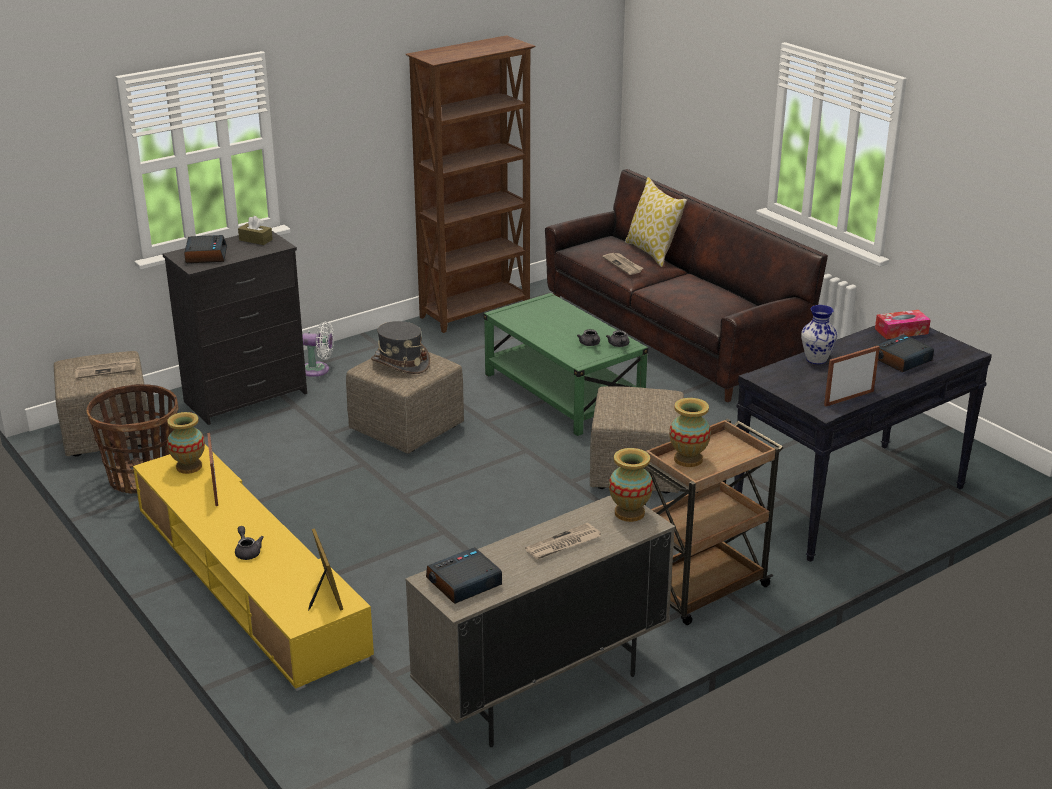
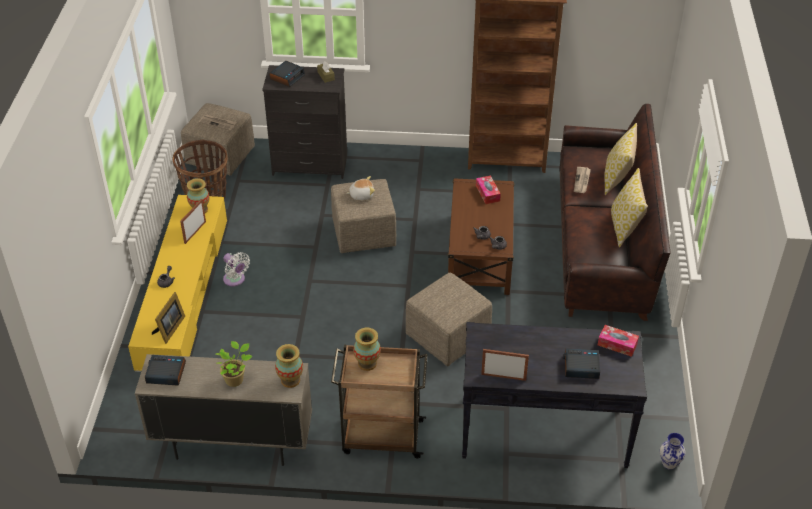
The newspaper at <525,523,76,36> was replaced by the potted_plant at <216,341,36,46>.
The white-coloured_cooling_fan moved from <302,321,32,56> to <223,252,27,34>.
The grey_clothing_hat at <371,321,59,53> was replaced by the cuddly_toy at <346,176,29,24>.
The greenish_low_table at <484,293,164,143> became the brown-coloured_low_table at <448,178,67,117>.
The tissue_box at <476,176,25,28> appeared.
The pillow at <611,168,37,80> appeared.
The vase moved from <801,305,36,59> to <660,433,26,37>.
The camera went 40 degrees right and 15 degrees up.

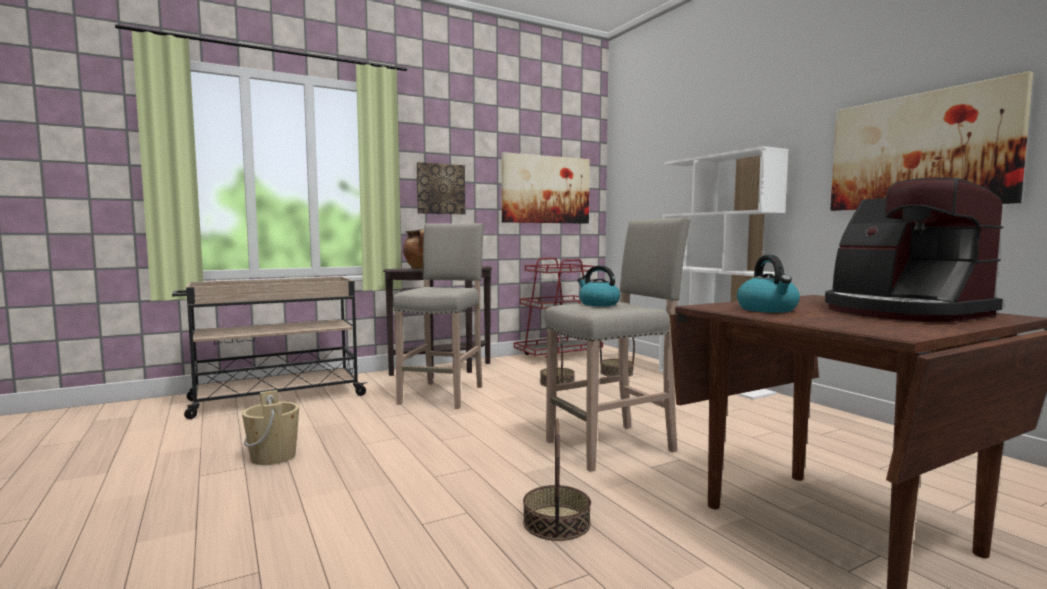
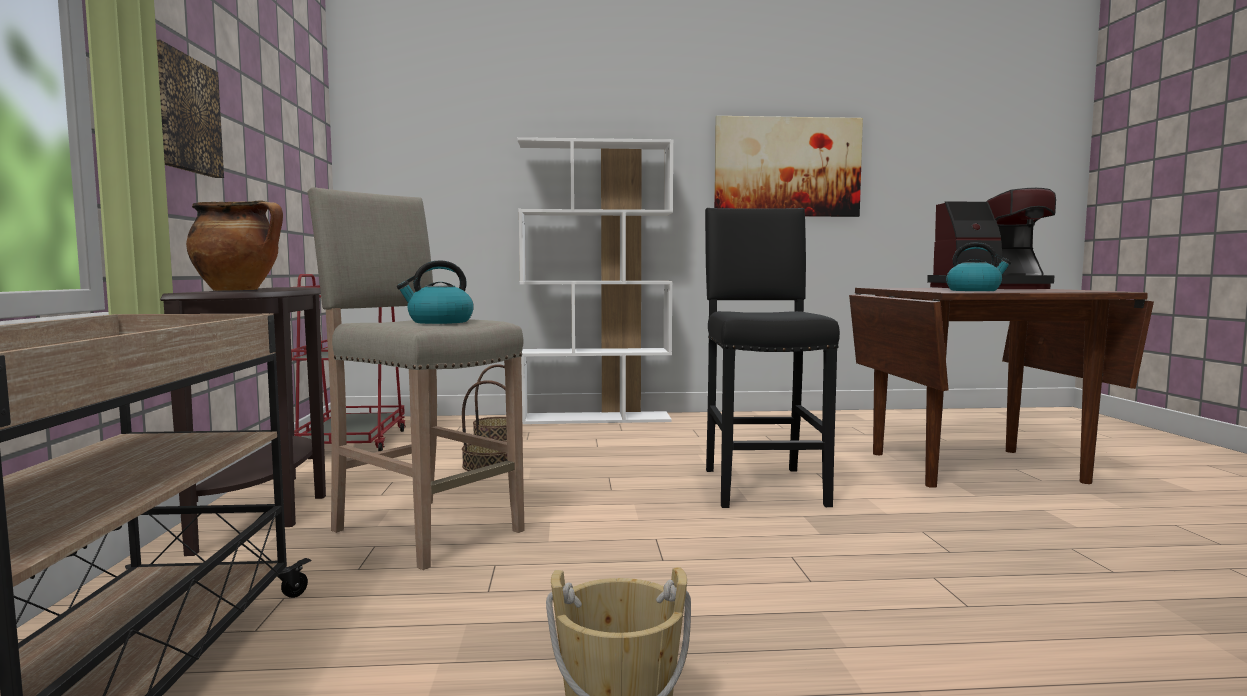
The tea_kettle moved from <577,265,43,41> to <397,260,77,64>.
The beige-coloured_stool_seat at <545,217,146,255> became the black_stool_seat at <705,208,135,300>.
The wall_art at <501,152,89,72> disappeared.
The storage_basket at <523,419,68,122> disappeared.
The camera went 65 degrees left and 0 degrees up.

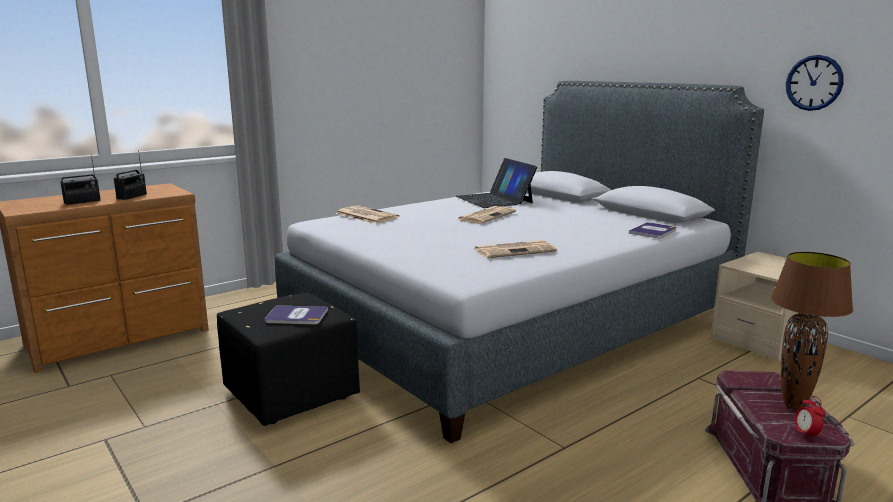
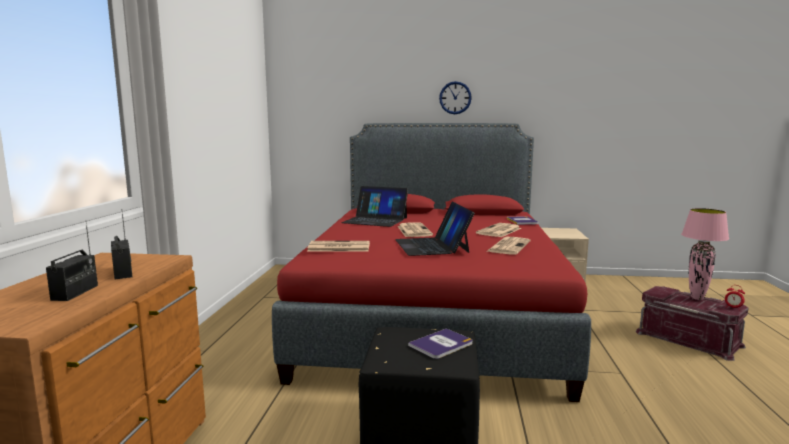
The grey_bed at <275,81,489,362> became the reddish_bed at <272,123,319,279>.
The laptop at <395,201,80,55> appeared.
The hanging_clock moved from <786,55,58,56> to <439,81,33,33>.
The newspaper at <476,223,45,14> appeared.
The brown-coloured_lamp_for_a_table at <771,252,82,158> became the pink-coloured_lamp_for_a_table at <681,208,48,92>.
The camera went 45 degrees left and 5 degrees down.

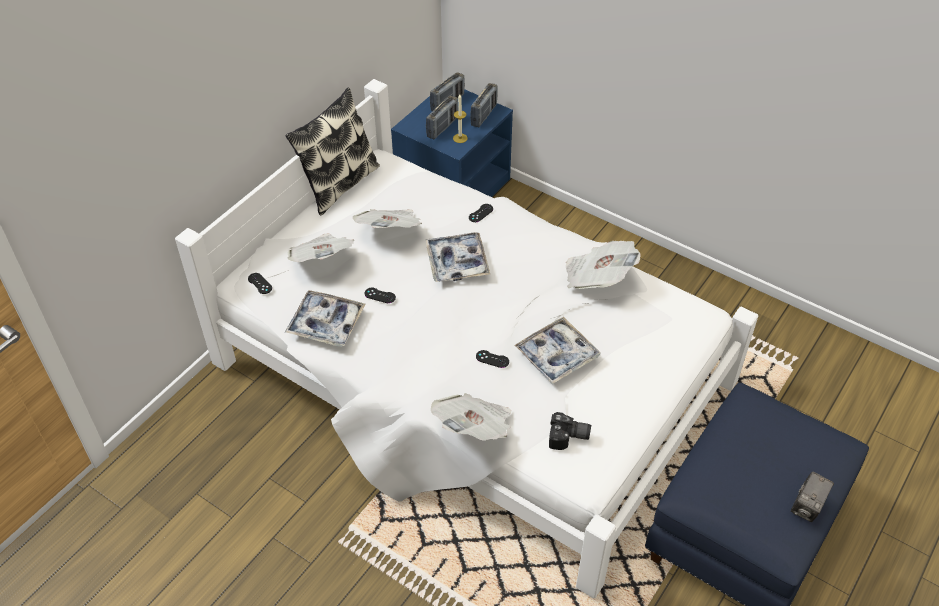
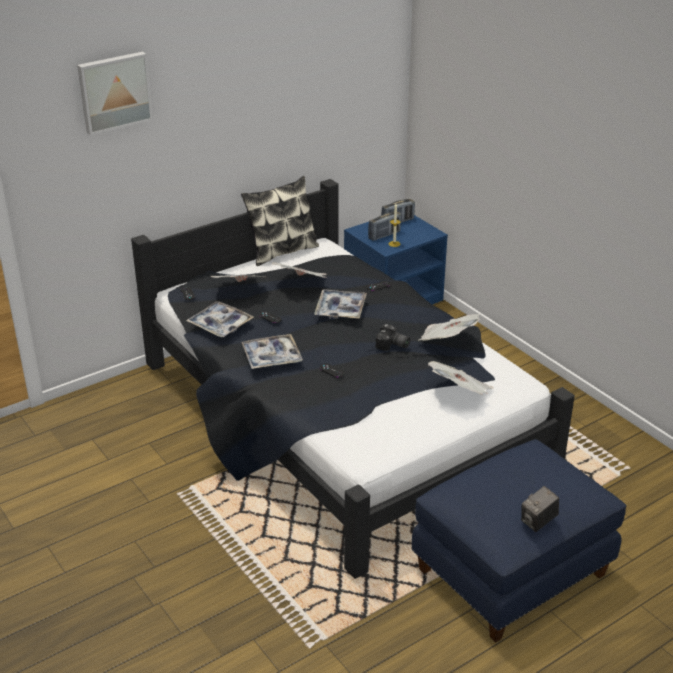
The wall_art at <77,52,76,83> appeared.
The white-coloured_bed at <175,79,584,520> became the black_bed at <131,179,444,400>.
The tray moved from <514,317,87,67> to <241,334,62,35>.
The photo_camera moved from <549,412,42,38> to <376,324,35,27>.
The newspaper moved from <431,393,80,48> to <428,361,65,34>.
The radio_receiver at <470,83,28,44> disappeared.
The camera went 20 degrees right and 15 degrees down.

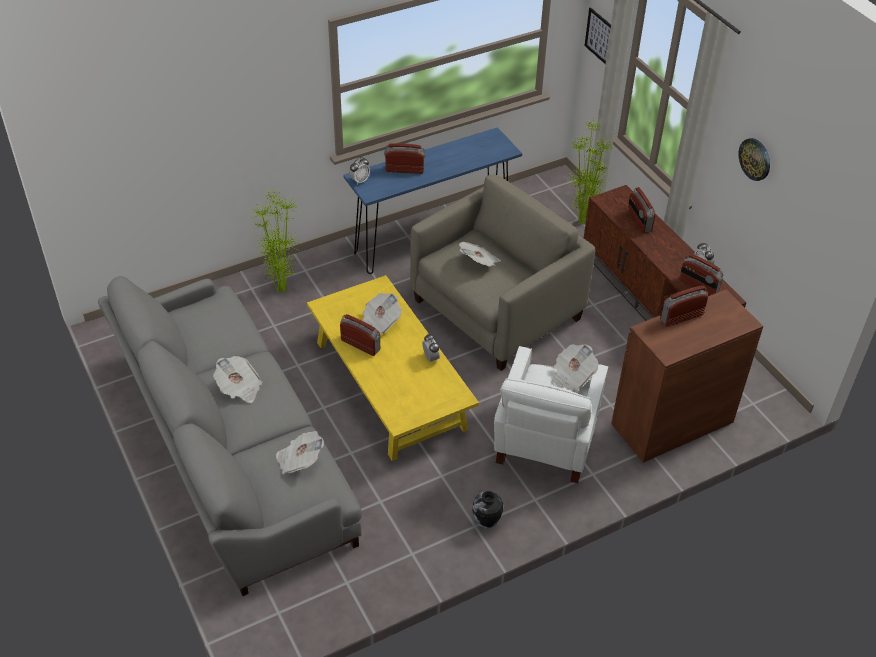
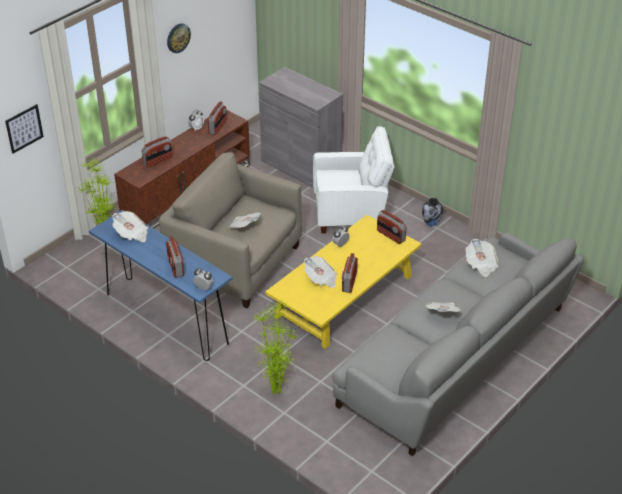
The newspaper moved from <552,344,46,47> to <113,211,35,31>.
The brown-coloured_storage_cabinet at <611,289,152,174> became the grey_storage_cabinet at <259,67,84,121>.
The radio_receiver moved from <660,285,48,42> to <377,210,29,34>.
The camera went 110 degrees left and 5 degrees down.

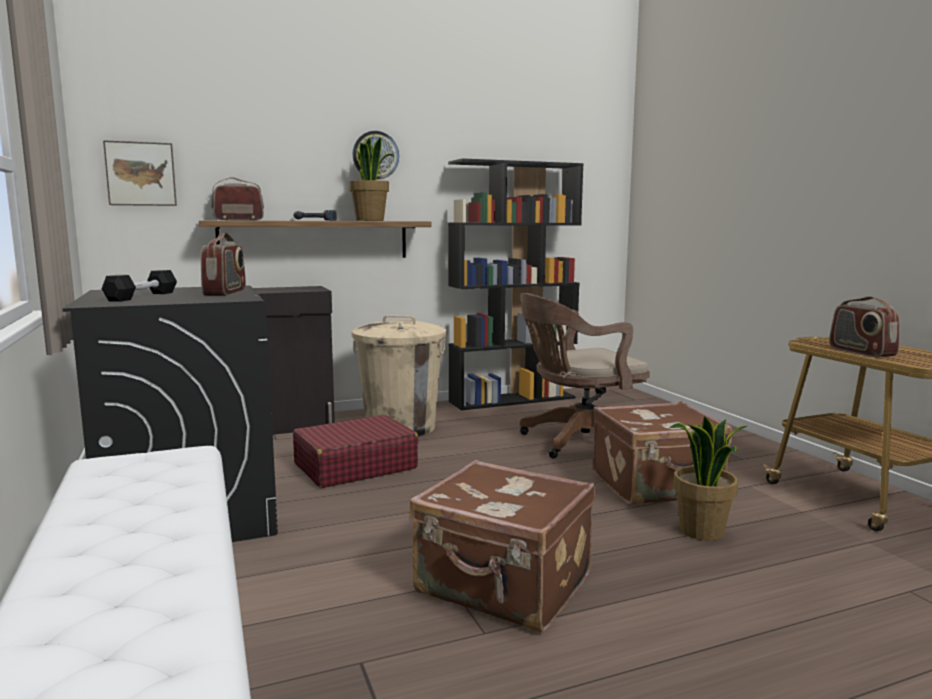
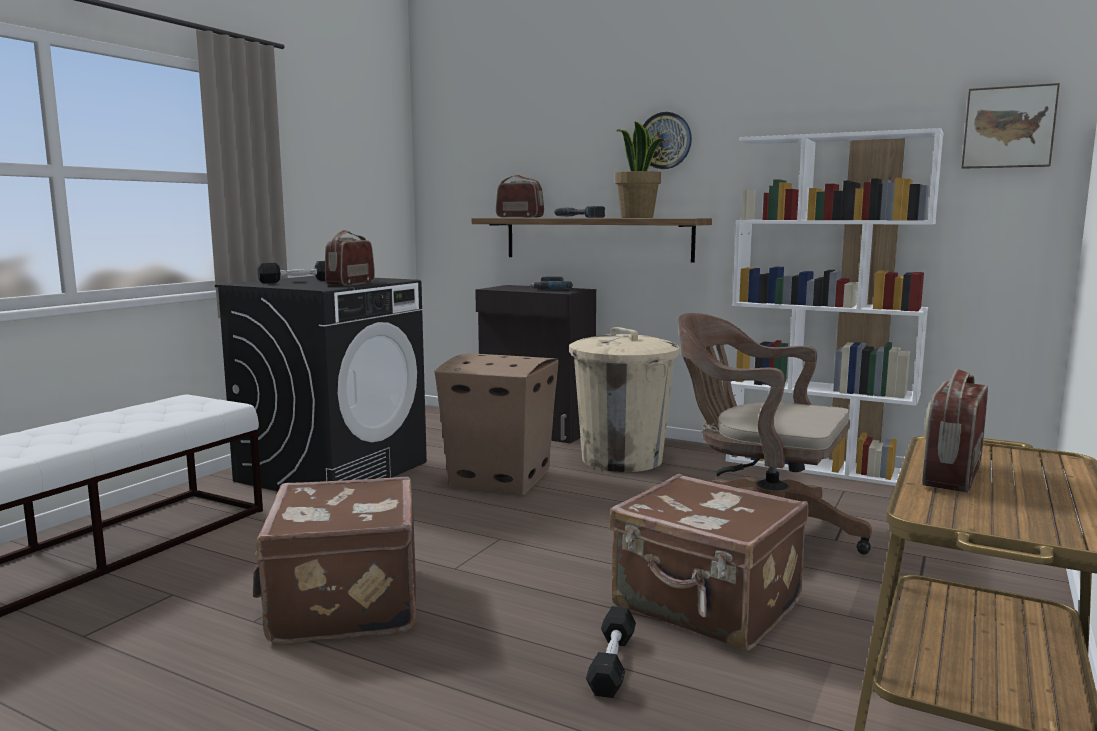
The radio_receiver at <201,233,45,63> turned 150 degrees clockwise.
The reddish_piece_of_luggage at <293,415,125,73> was replaced by the packing_box at <435,354,124,141>.
The electric_drill at <529,277,44,13> appeared.
The potted_plant at <669,416,78,125> was replaced by the black_hand_weight at <586,606,50,92>.
The black_bookcase at <448,158,136,252> became the white-coloured_bookcase at <726,128,218,358>.
The wall_art moved from <103,140,74,66> to <962,83,98,86>.
The camera went 50 degrees right and 0 degrees up.

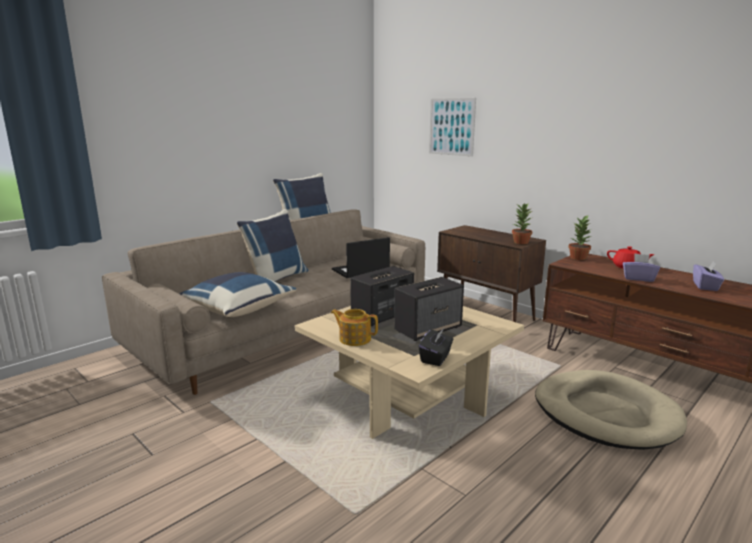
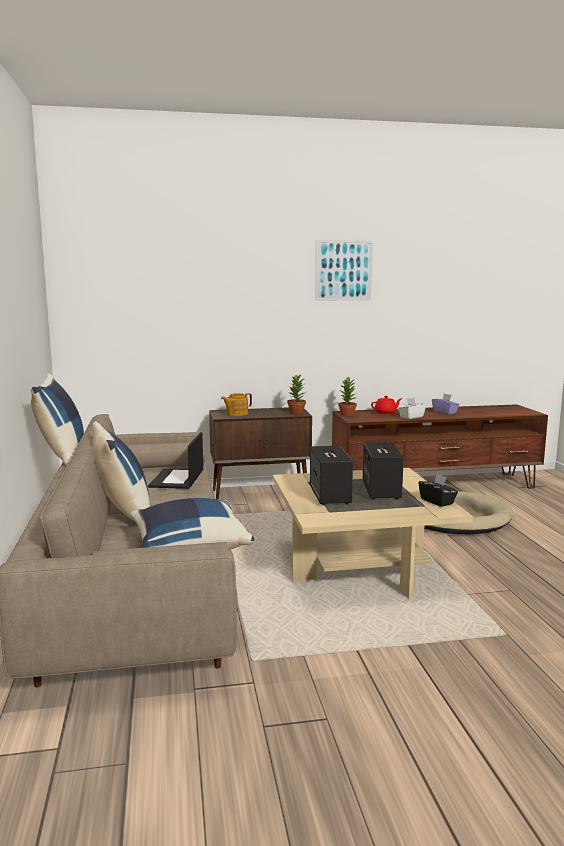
The tea_pot moved from <331,309,47,37> to <221,393,31,23>.
The wall_art moved from <429,98,47,59> to <315,240,58,61>.
The purplish_tissue_box at <623,254,37,28> became the white-coloured_tissue_box at <398,397,28,22>.
The camera went 55 degrees left and 5 degrees down.

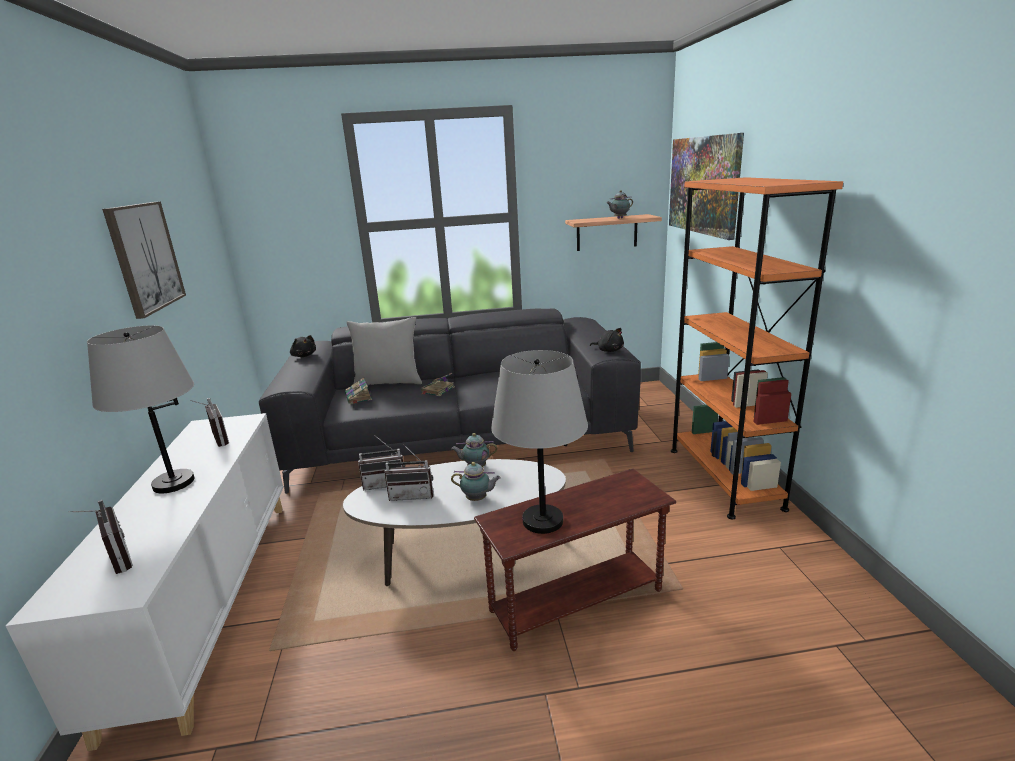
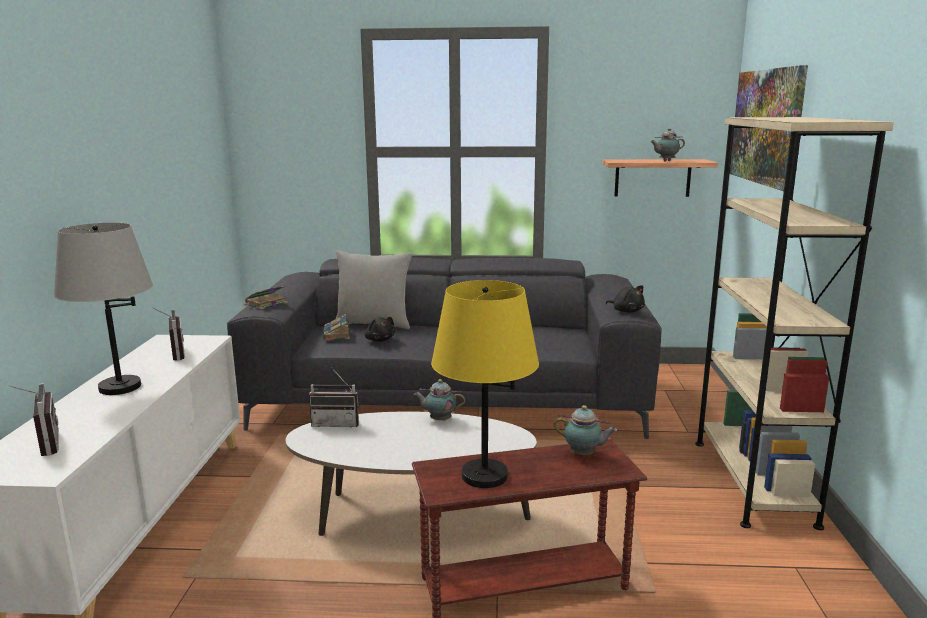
The bound_book moved from <421,373,34,23> to <244,285,44,24>.
The black_cuddly_toy moved from <290,335,26,22> to <365,317,30,25>.
The grey_lamp_for_a_table at <491,350,97,184> became the yellow-coloured_lamp_for_a_table at <431,280,108,208>.
The tea_pot moved from <451,462,50,39> to <553,405,64,50>.
The orange_bookcase at <671,177,172,343> became the beige-coloured_bookcase at <695,117,199,413>.
The wall_art at <102,201,84,118> disappeared.
The radio_receiver at <385,444,49,57> disappeared.
The camera went 10 degrees right and 5 degrees down.

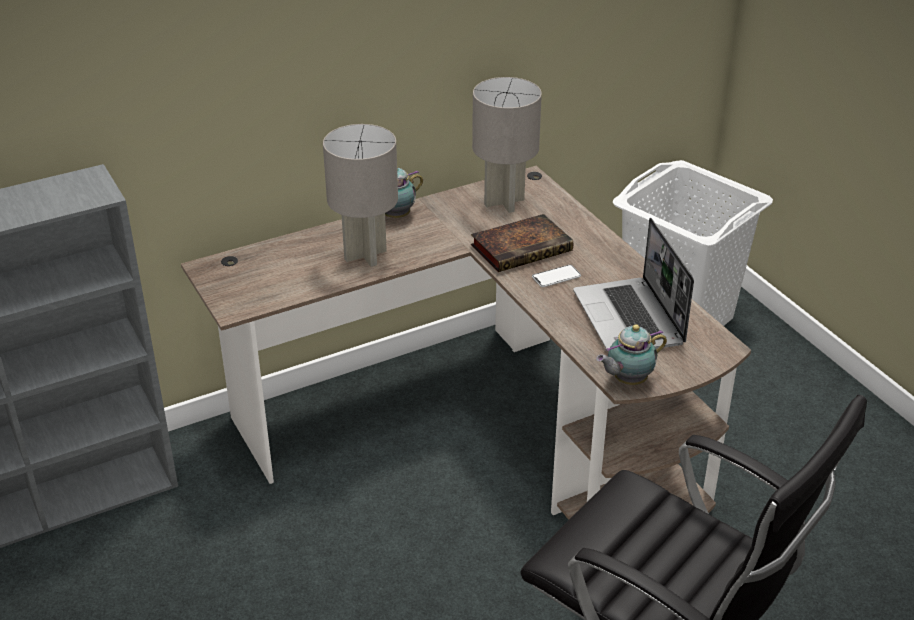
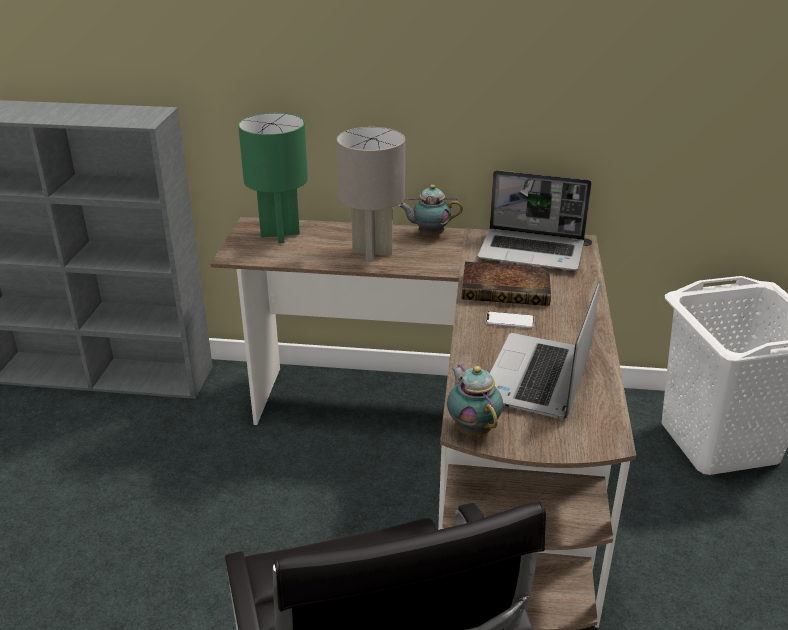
The greenish_lamp_for_a_table at <238,113,70,130> appeared.
The tea_pot at <596,324,71,61> turned 60 degrees clockwise.
The grey_lamp_for_a_table at <472,77,70,136> was replaced by the laptop at <478,170,114,101>.
The camera went 35 degrees right and 5 degrees down.

